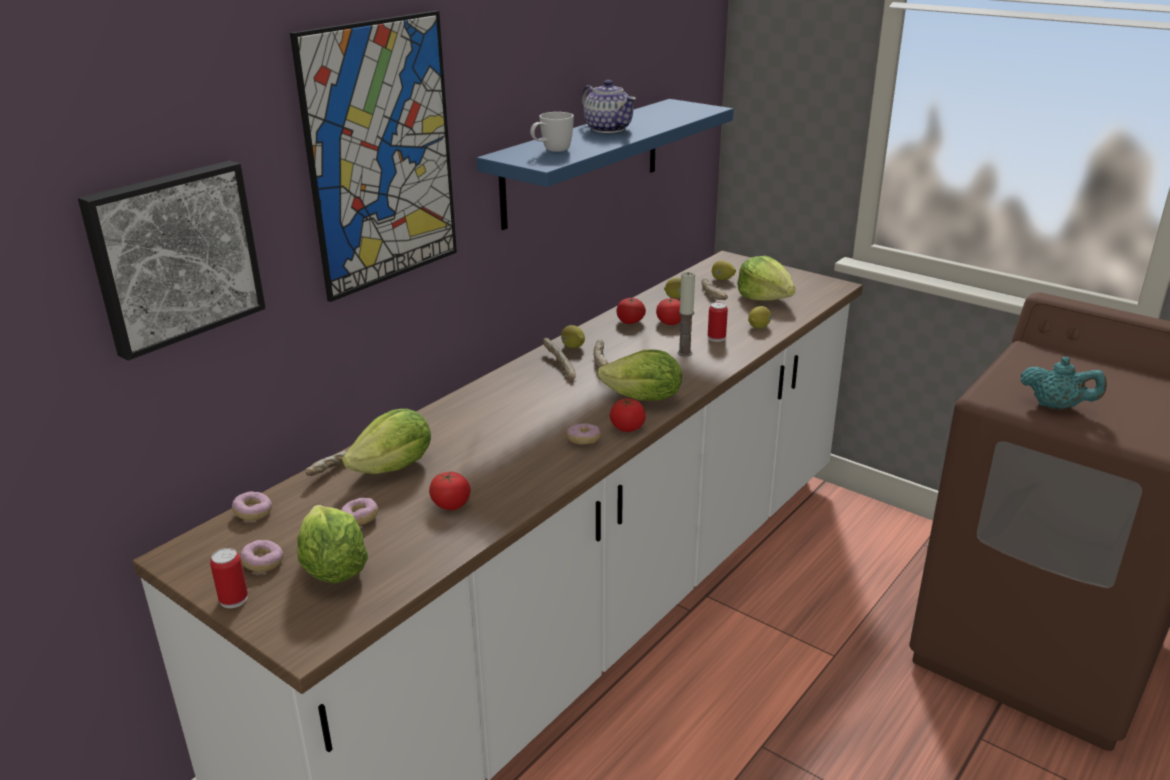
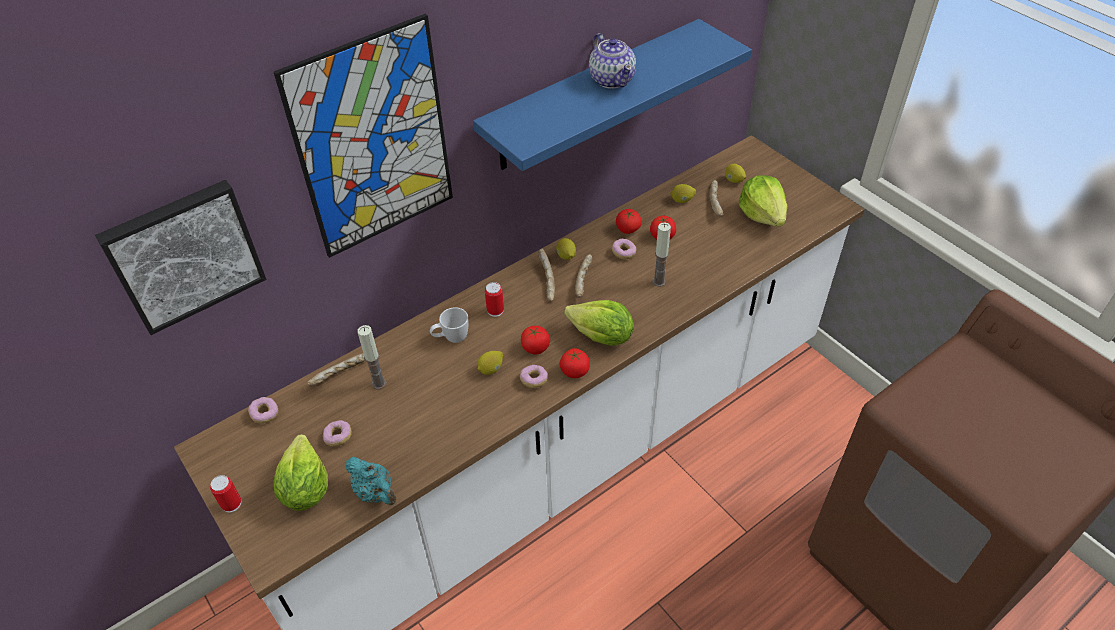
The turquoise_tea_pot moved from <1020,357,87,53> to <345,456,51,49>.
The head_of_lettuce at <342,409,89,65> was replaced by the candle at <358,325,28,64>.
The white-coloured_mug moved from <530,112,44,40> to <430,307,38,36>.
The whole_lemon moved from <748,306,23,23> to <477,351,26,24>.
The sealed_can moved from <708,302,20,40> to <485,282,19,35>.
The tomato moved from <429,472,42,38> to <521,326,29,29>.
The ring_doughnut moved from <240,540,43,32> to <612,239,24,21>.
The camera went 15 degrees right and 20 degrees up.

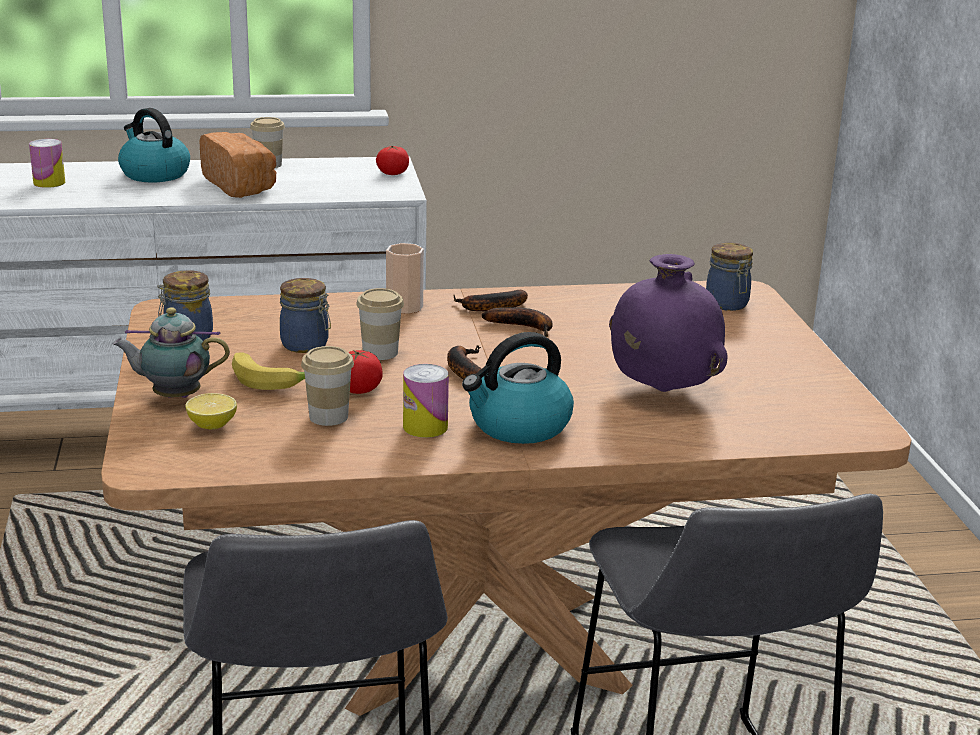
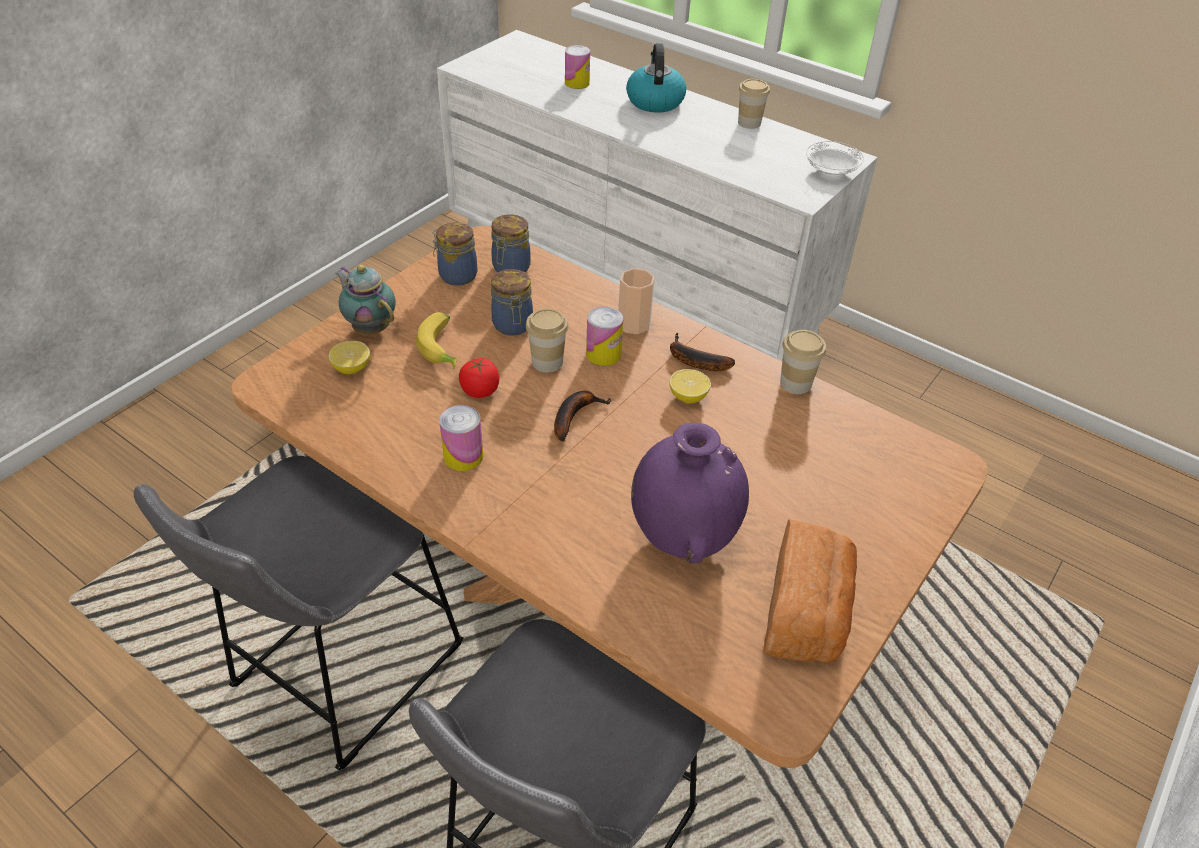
The jar moved from <706,242,47,69> to <491,214,40,58>.
The sealed_can at <586,307,37,59> appeared.
The banana at <482,307,71,30> was replaced by the whole_lemon at <669,369,42,34>.
The bread moved from <199,132,77,66> to <763,519,94,144>.
The cup moved from <301,346,53,80> to <780,330,46,64>.
The tomato at <376,145,33,30> was replaced by the white-coloured_dinner_plate at <806,141,58,34>.
The tea_kettle at <462,332,112,112> disappeared.
The camera went 45 degrees right and 20 degrees up.

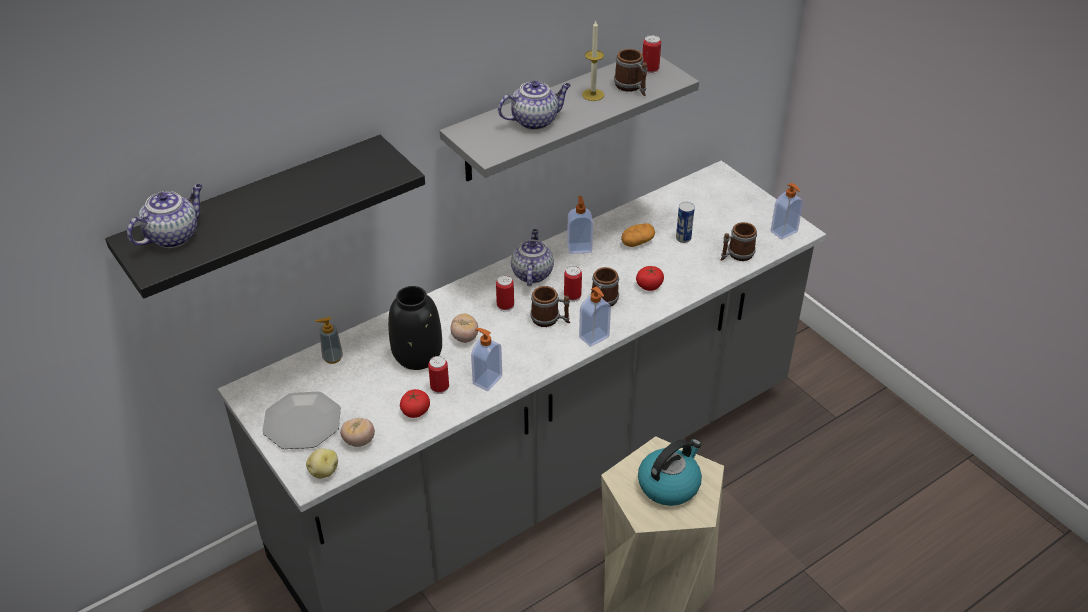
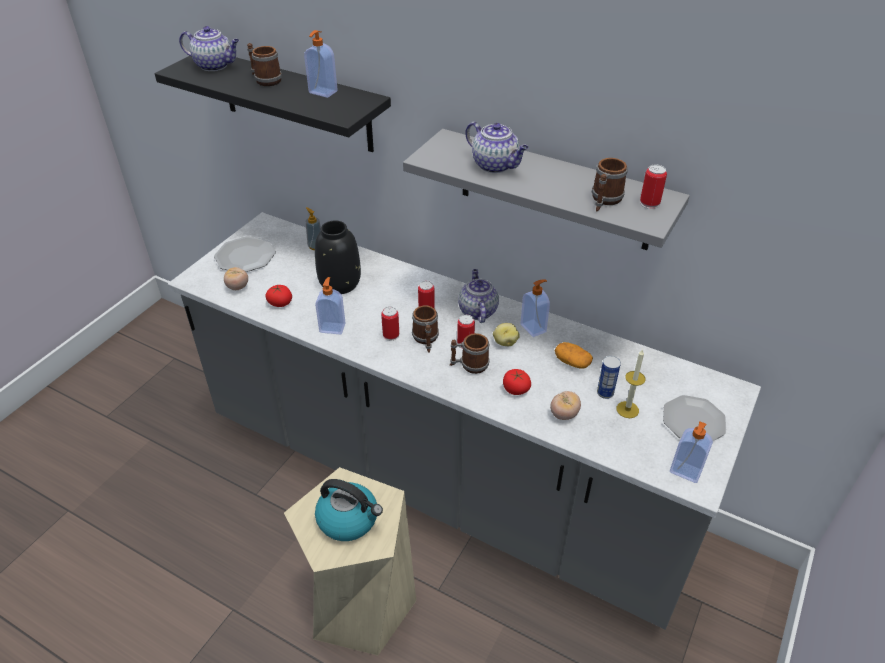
The mug moved from <720,222,37,39> to <247,43,35,43>.
The soap_bottle moved from <579,287,32,60> to <304,30,34,68>.
The sealed_can moved from <428,356,21,38> to <381,306,18,35>.
The tea_pot at <511,229,43,57> turned 75 degrees counterclockwise.
The spud moved from <306,448,32,31> to <493,323,27,23>.
The tomato moved from <450,313,28,30> to <550,391,31,29>.
The candle moved from <582,21,22,80> to <616,349,29,69>.
The dinner_plate at <663,395,63,46> appeared.
The camera went 65 degrees right and 0 degrees up.

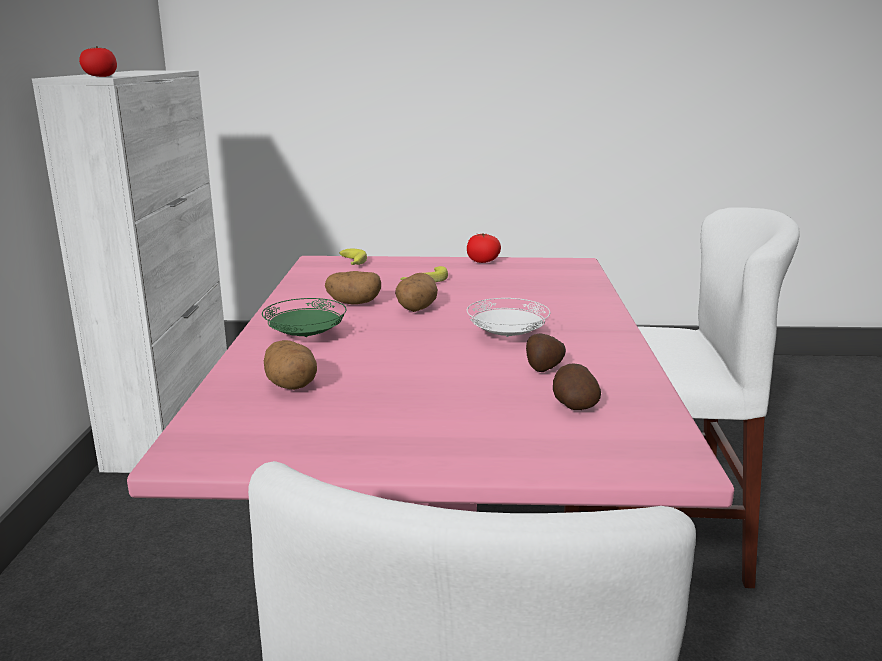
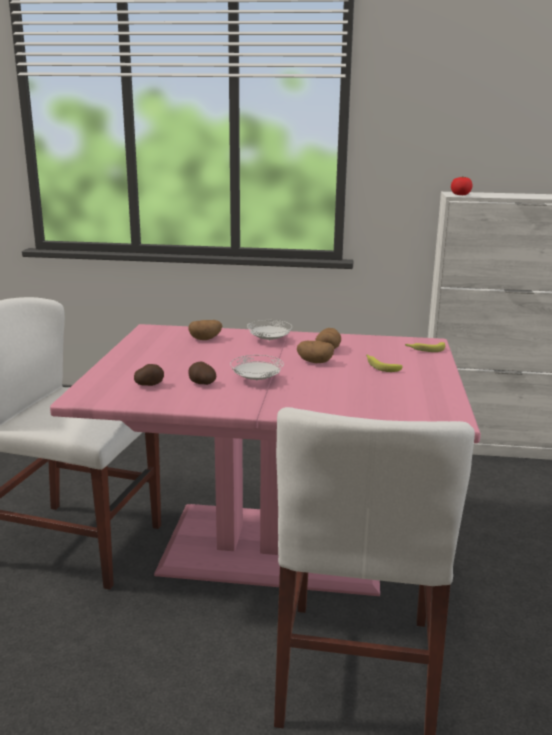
The greenish_dinner_plate at <262,298,85,39> became the white-coloured_dinner_plate at <247,320,45,21>.
The tomato at <467,233,34,30> disappeared.
The camera went 95 degrees right and 0 degrees up.

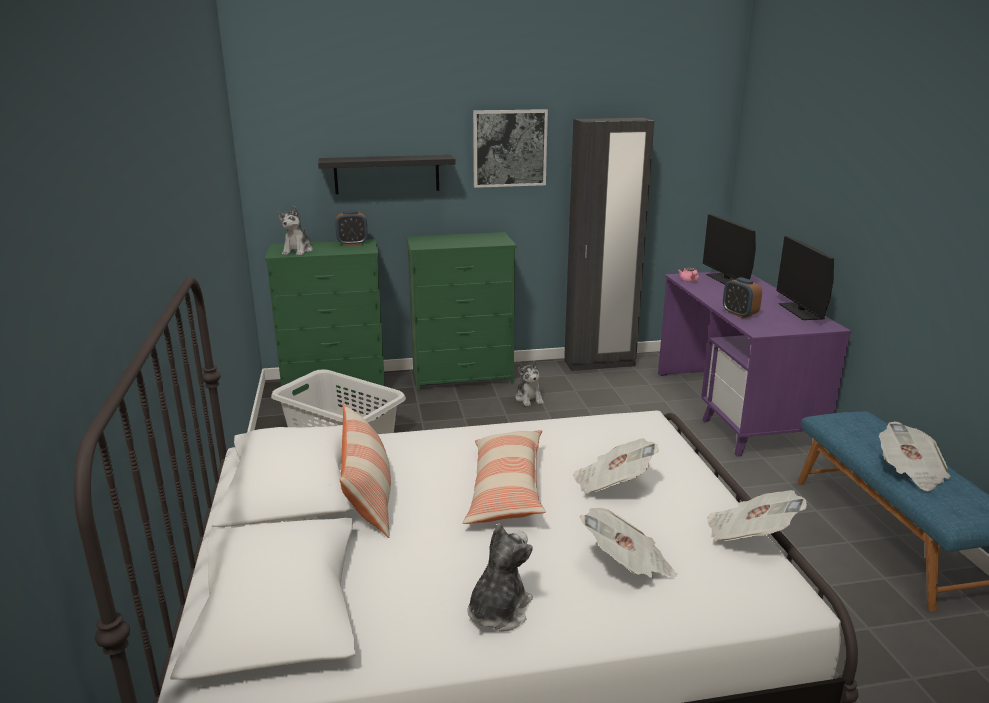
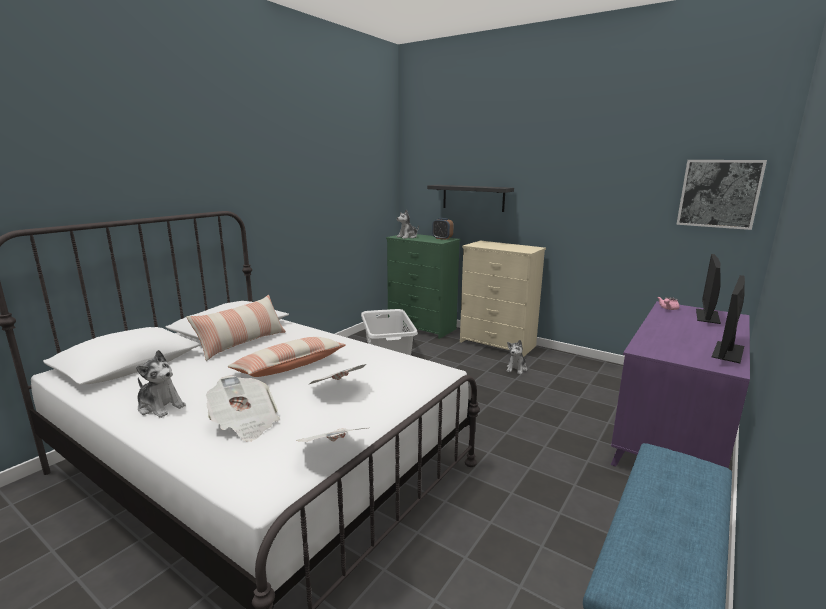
The cuddly_toy at <467,523,66,109> turned 45 degrees clockwise.
The greenish_drawer_chest at <406,232,110,159> became the beige-coloured_drawer_chest at <460,241,86,116>.
The wall_art moved from <473,109,75,79> to <676,160,91,70>.
The black_wardrobe at <564,118,90,253> disappeared.
The alarm_clock at <723,277,39,41> disappeared.
The newspaper at <879,422,72,69> disappeared.
The camera went 45 degrees right and 5 degrees down.

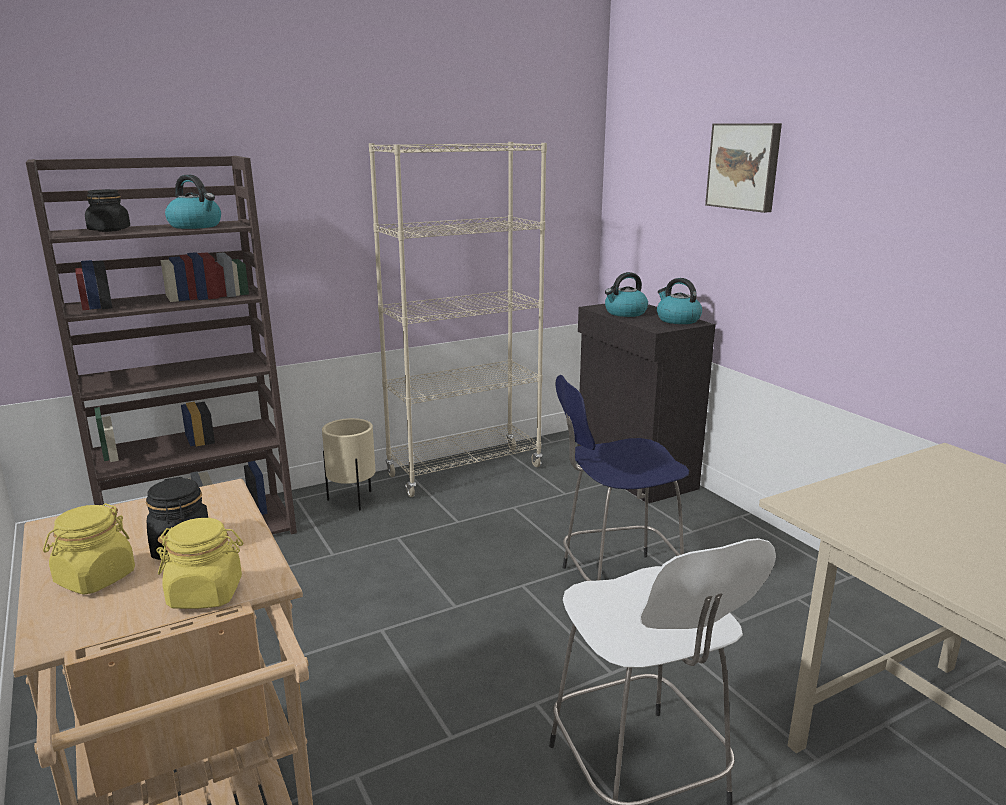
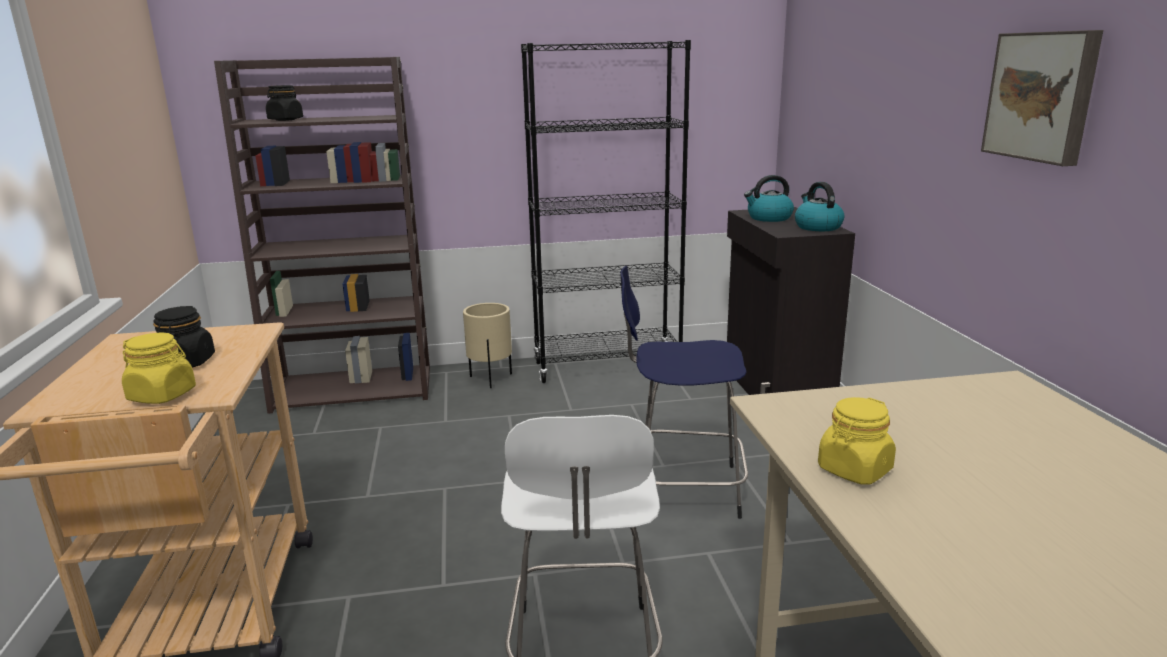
The beige-coloured_bookcase at <369,142,178,355> became the black_bookcase at <521,40,170,343>.
The yellow-coloured_jar moved from <43,503,92,92> to <818,397,78,87>.
The wall_art moved from <705,123,77,90> to <981,30,122,136>.
The tea_kettle at <165,175,56,54> disappeared.
The camera went 20 degrees right and 0 degrees up.

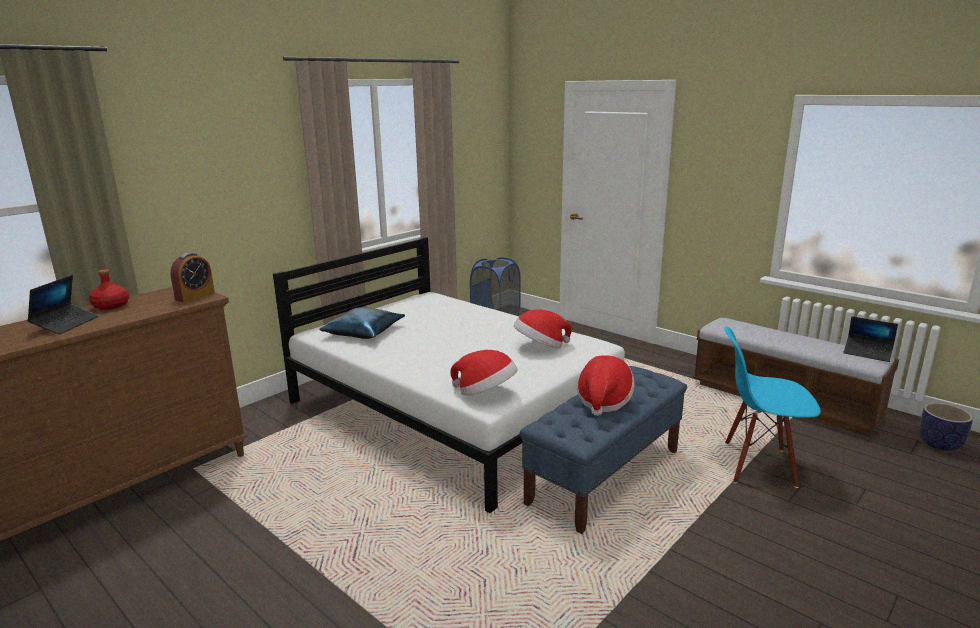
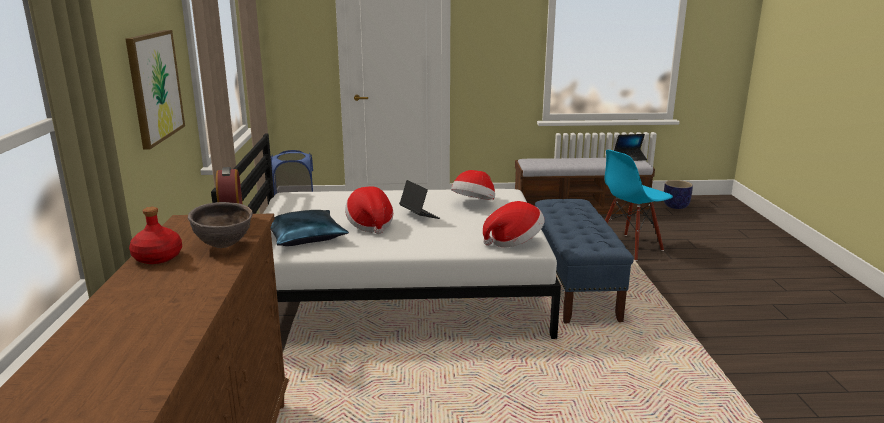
The wall_art at <126,30,59,120> appeared.
The brown-coloured_serving_bowl at <188,202,65,46> appeared.
The clothing_hat moved from <577,355,58,61> to <345,187,48,47>.
The laptop moved from <27,275,72,60> to <399,180,41,39>.
The camera went 45 degrees left and 0 degrees up.

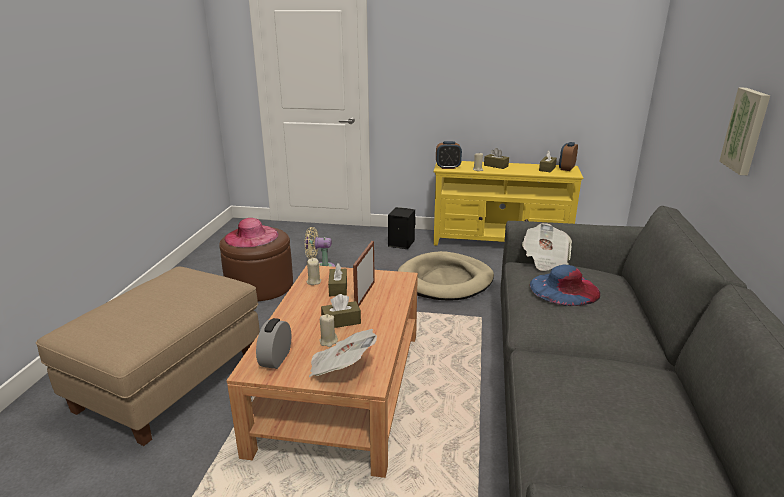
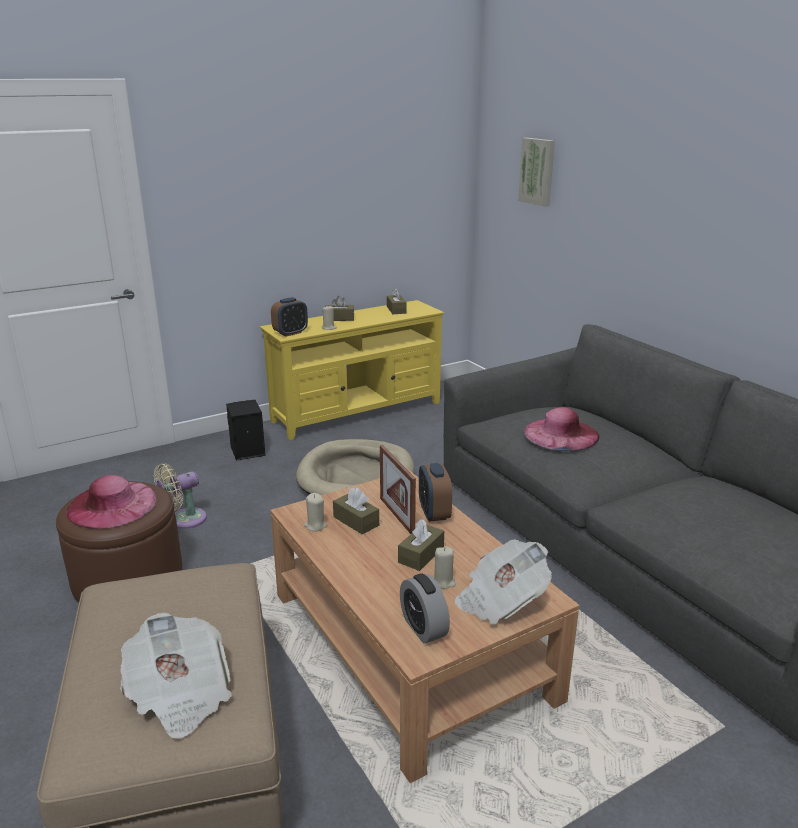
The newspaper moved from <522,223,50,48> to <120,612,112,127>.
The alarm_clock moved from <559,142,19,29> to <419,463,33,59>.
The wall_art moved from <719,88,51,87> to <518,138,37,68>.
The blue-coloured_clothing_hat at <530,265,70,41> became the pink-coloured_clothing_hat at <524,407,76,44>.
The camera went 40 degrees left and 0 degrees up.

